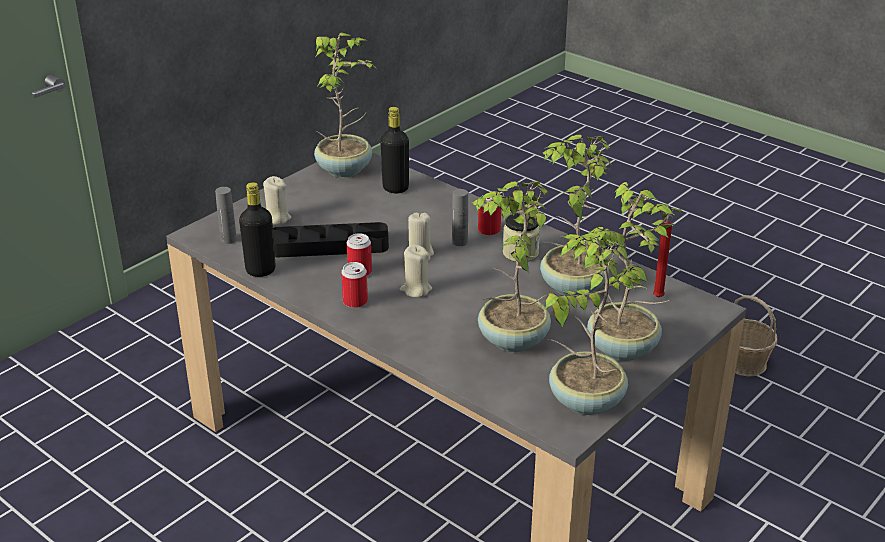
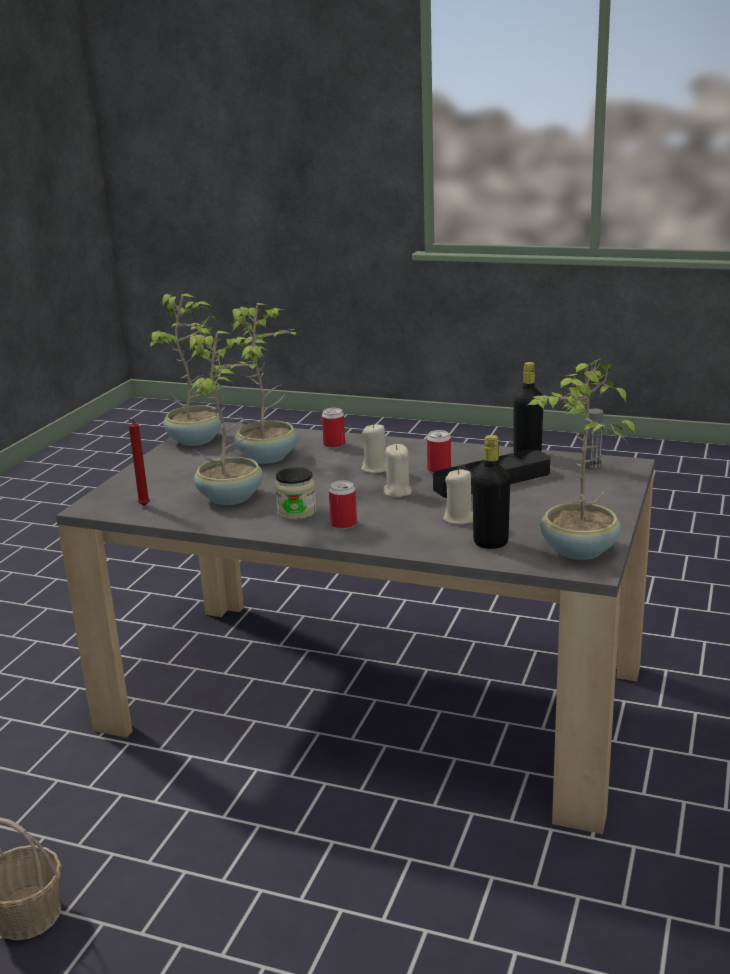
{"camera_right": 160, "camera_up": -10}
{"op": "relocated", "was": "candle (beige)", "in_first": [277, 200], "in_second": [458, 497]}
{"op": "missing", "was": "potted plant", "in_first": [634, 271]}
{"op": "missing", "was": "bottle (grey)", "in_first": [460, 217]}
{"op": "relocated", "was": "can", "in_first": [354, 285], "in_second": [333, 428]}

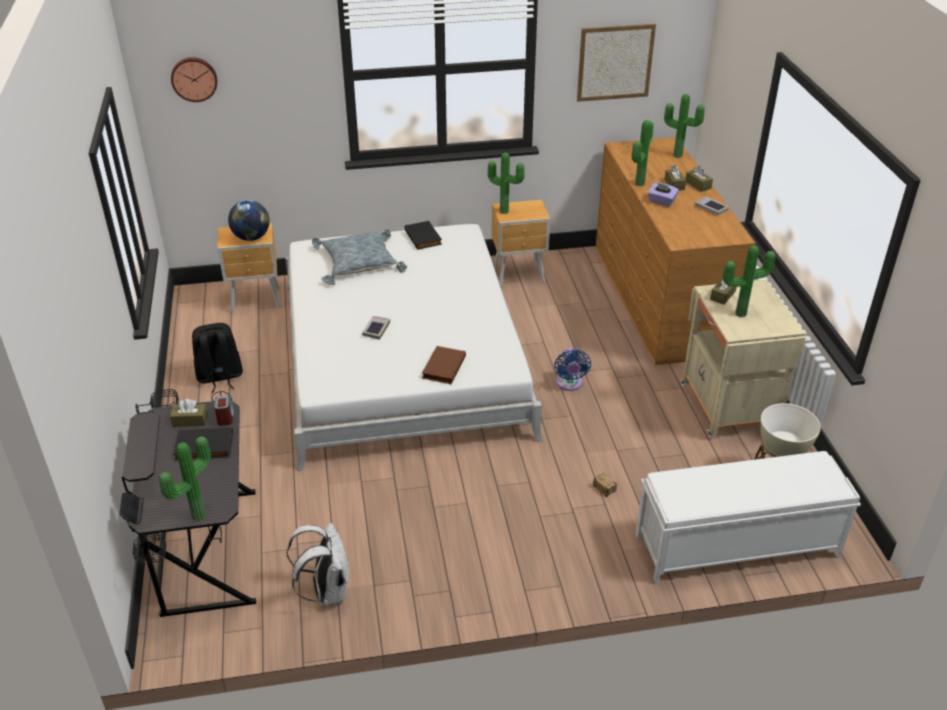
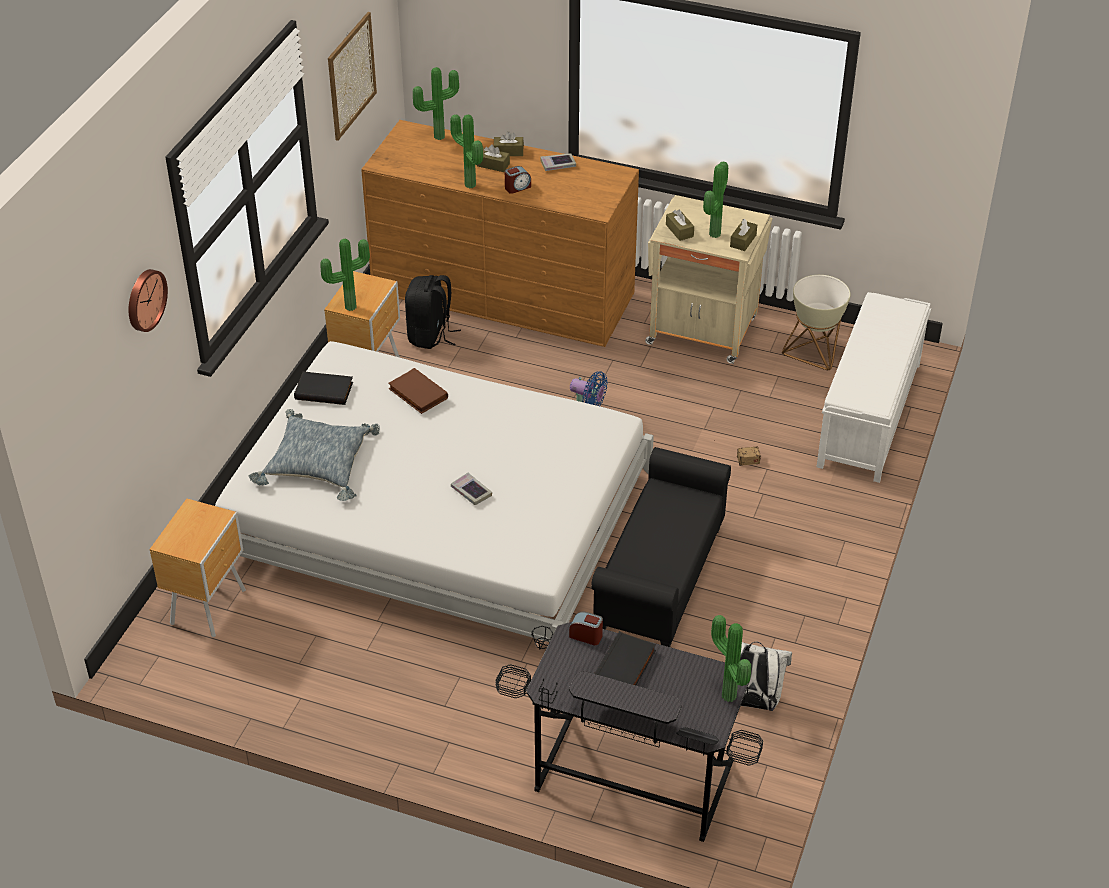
{"camera_right": -60, "camera_up": 5}
{"op": "relocated", "was": "wall clock", "in_first": [194, 79], "in_second": [148, 300]}
{"op": "exchanged", "was": "tissue box (purple)", "now": "alarm clock", "in_first": [663, 195], "in_second": [518, 180]}
{"op": "missing", "was": "globe", "in_first": [249, 220]}
{"op": "relocated", "was": "backpack (black)", "in_first": [217, 358], "in_second": [433, 312]}
{"op": "relocated", "was": "book (brown)", "in_first": [444, 365], "in_second": [418, 391]}
{"op": "relocated", "was": "tissue box (brown)", "in_first": [189, 413], "in_second": [743, 235]}
{"op": "appeared", "now": "ottoman (black)", "in_second": [661, 547]}

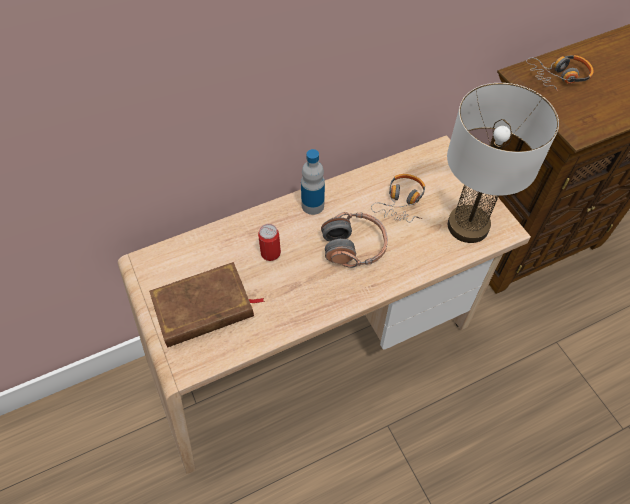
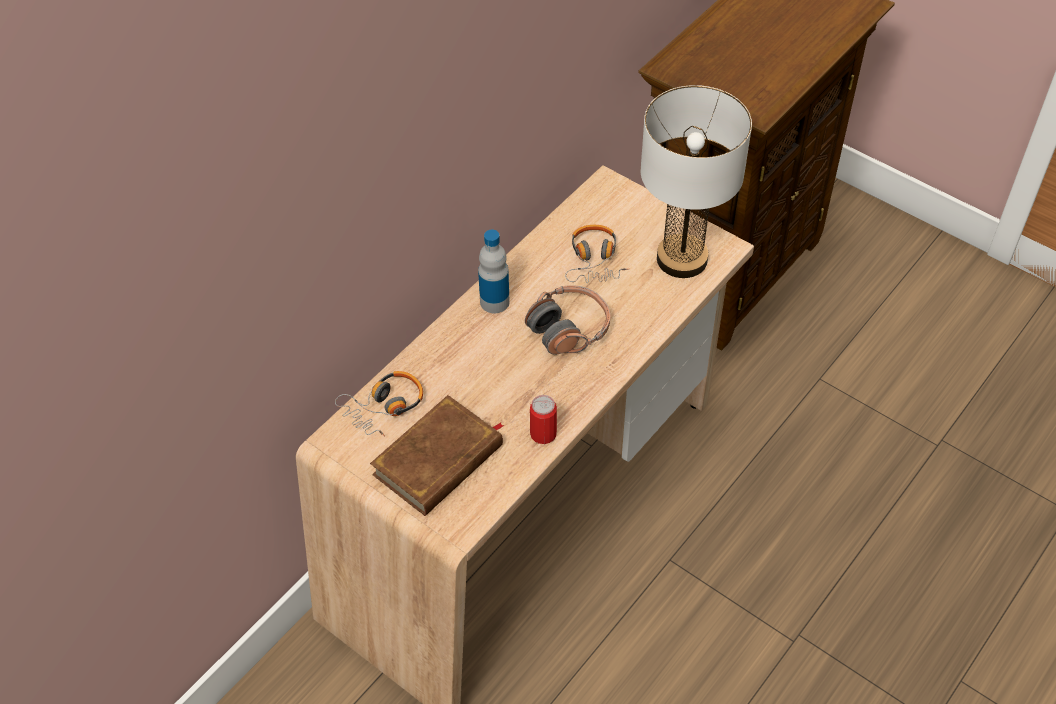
{"camera_right": -25, "camera_up": -5}
{"op": "relocated", "was": "headphones", "in_first": [560, 73], "in_second": [379, 404]}
{"op": "relocated", "was": "can", "in_first": [269, 242], "in_second": [543, 419]}

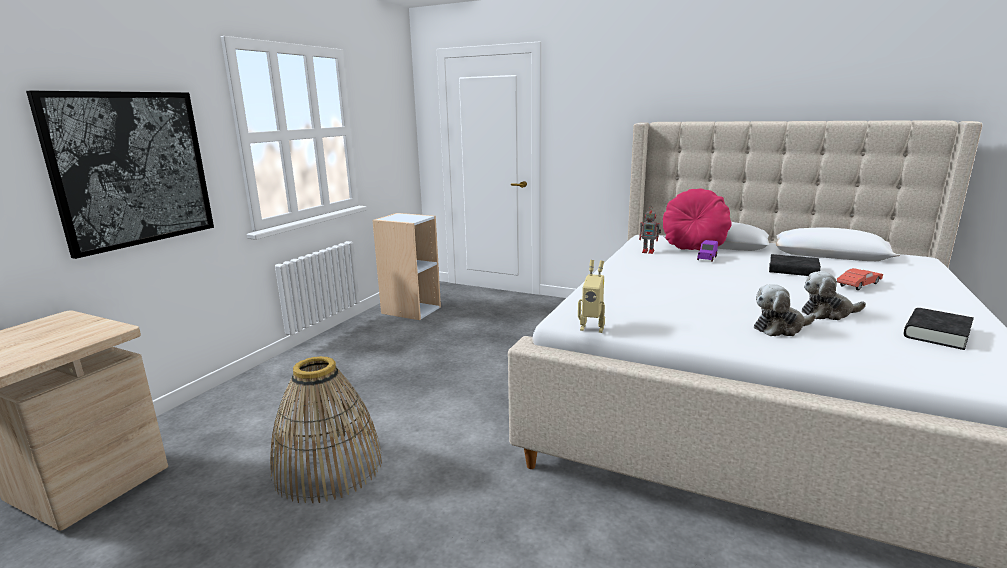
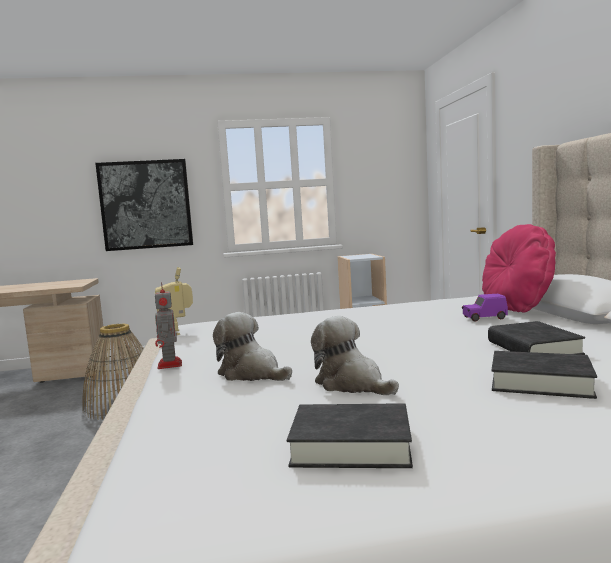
{"camera_right": 55, "camera_up": -10}
{"op": "relocated", "was": "toy robot", "in_first": [650, 231], "in_second": [168, 325]}
{"op": "exchanged", "was": "toy car (red)", "now": "book (black)", "in_first": [860, 279], "in_second": [544, 375]}

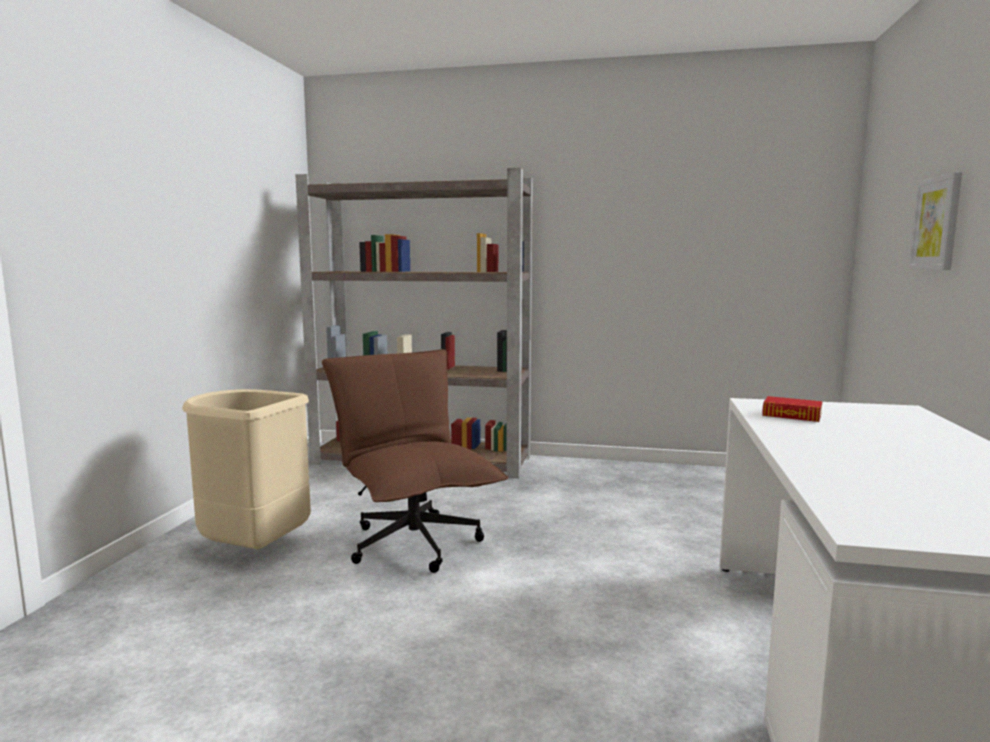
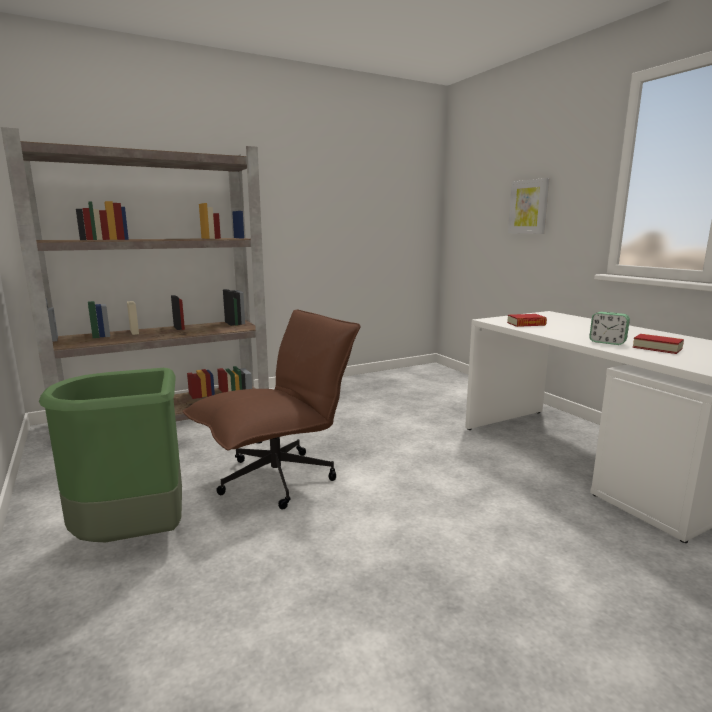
{"camera_right": -40, "camera_up": 5}
{"op": "spun", "was": "office chair (brown)", "in_first": [415, 461], "in_second": [272, 410], "clockwise": 120}
{"op": "colour", "was": "trash can (beige)", "now": "trash can (green)", "in_first": [246, 469], "in_second": [110, 455]}
{"op": "appeared", "now": "alarm clock", "in_second": [609, 328]}
{"op": "appeared", "now": "book", "in_second": [658, 344]}

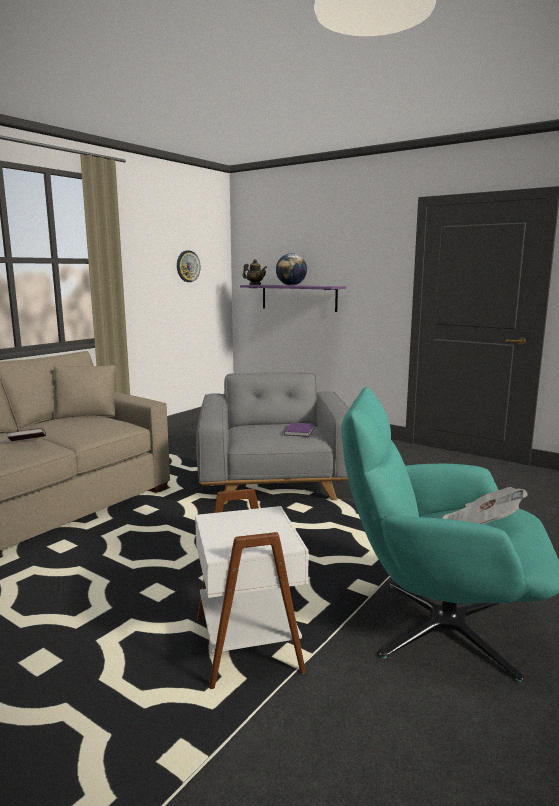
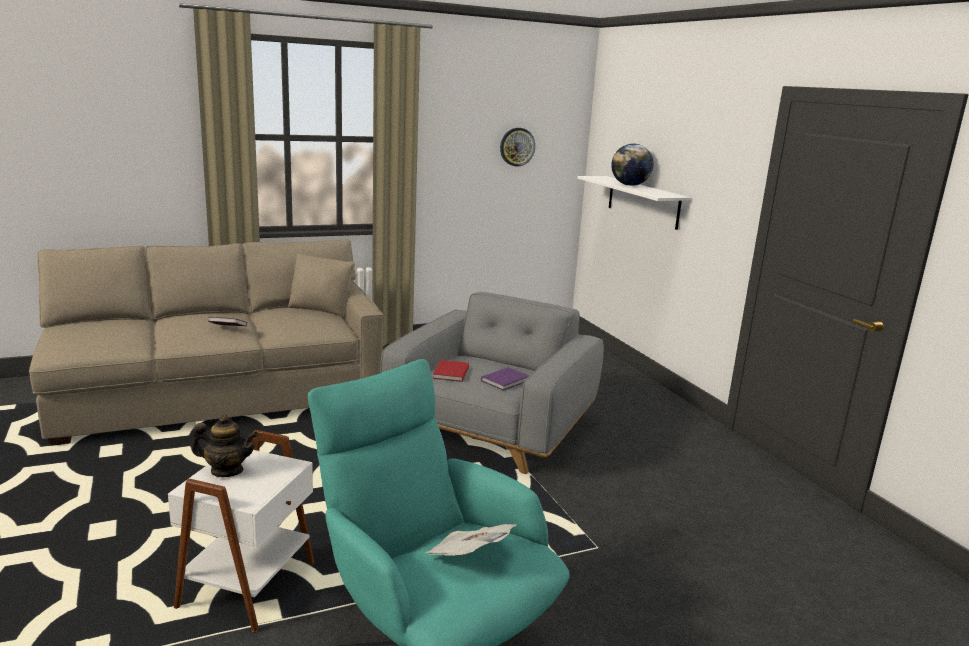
{"camera_right": 30, "camera_up": 5}
{"op": "relocated", "was": "teapot", "in_first": [254, 272], "in_second": [224, 446]}
{"op": "colour", "was": "shelf (purple)", "now": "shelf (white)", "in_first": [293, 298], "in_second": [633, 203]}
{"op": "appeared", "now": "book (red)", "in_second": [451, 371]}

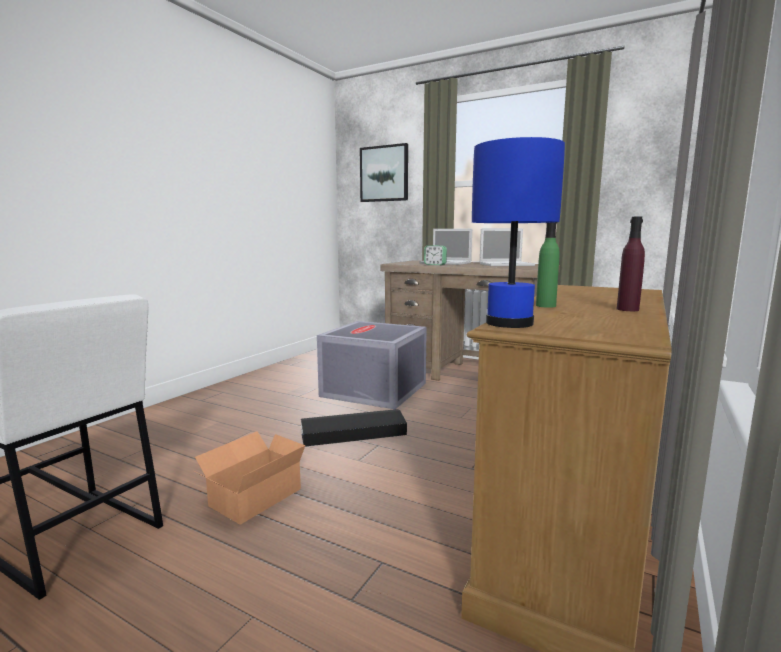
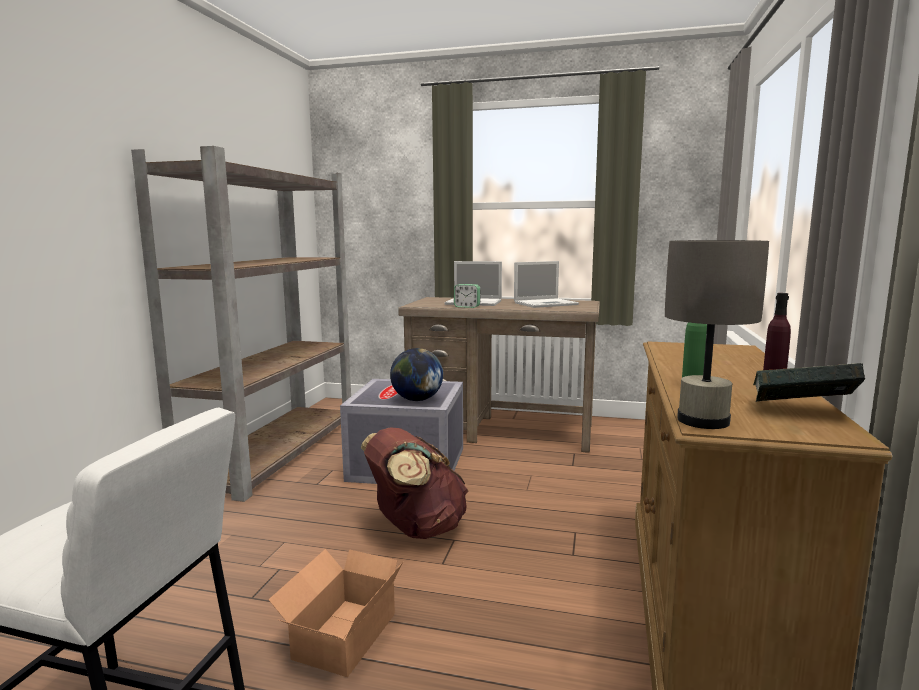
{"camera_right": -15, "camera_up": 0}
{"op": "colour", "was": "table lamp (blue)", "now": "table lamp (grey)", "in_first": [518, 232], "in_second": [717, 334]}
{"op": "missing", "was": "picture", "in_first": [384, 172]}
{"op": "exchanged", "was": "storage box (black)", "now": "backpack (brown)", "in_first": [354, 428], "in_second": [415, 483]}
{"op": "appeared", "now": "bookcase (brown)", "in_second": [241, 324]}
{"op": "appeared", "now": "globe", "in_second": [416, 374]}
{"op": "appeared", "now": "book", "in_second": [809, 382]}

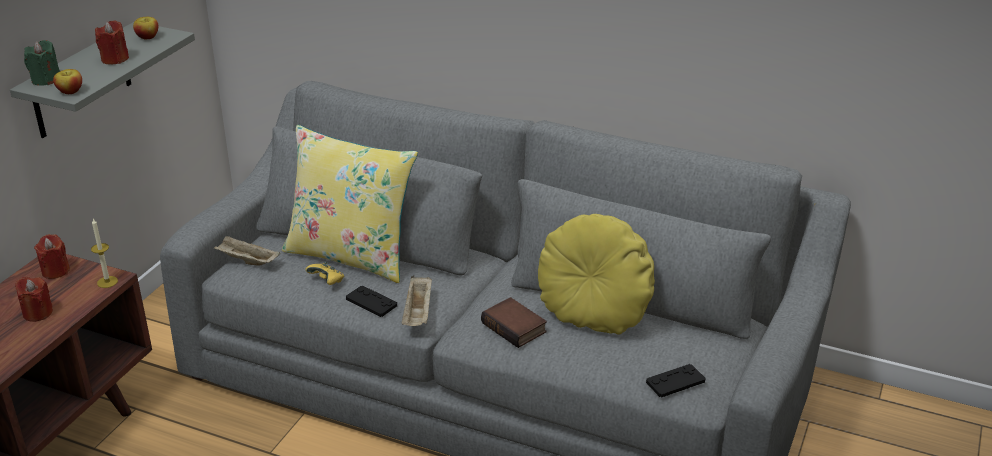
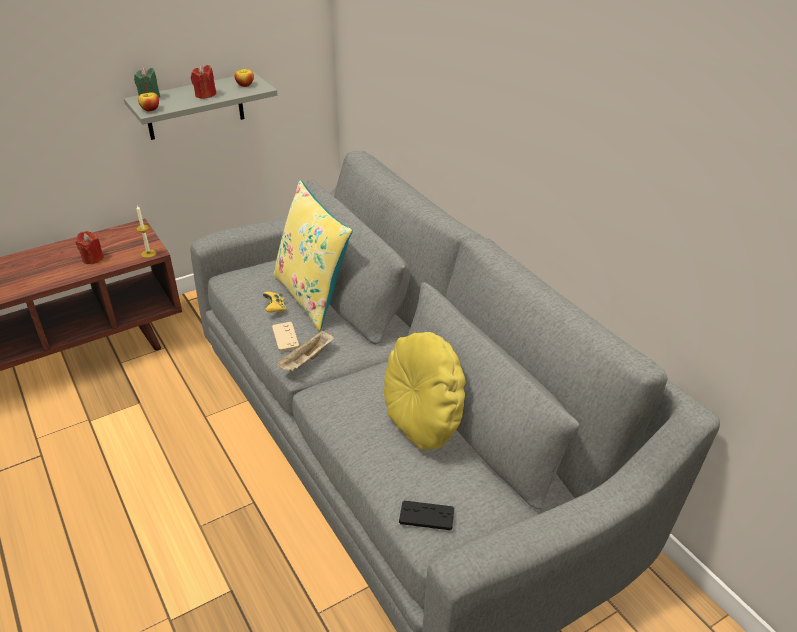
{"camera_right": 35, "camera_up": 5}
{"op": "missing", "was": "candle (red)", "in_first": [52, 256]}
{"op": "missing", "was": "tray (beige)", "in_first": [247, 251]}
{"op": "colour", "was": "game controller (black)", "now": "game controller (beige)", "in_first": [371, 301], "in_second": [285, 337]}
{"op": "missing", "was": "book", "in_first": [514, 322]}

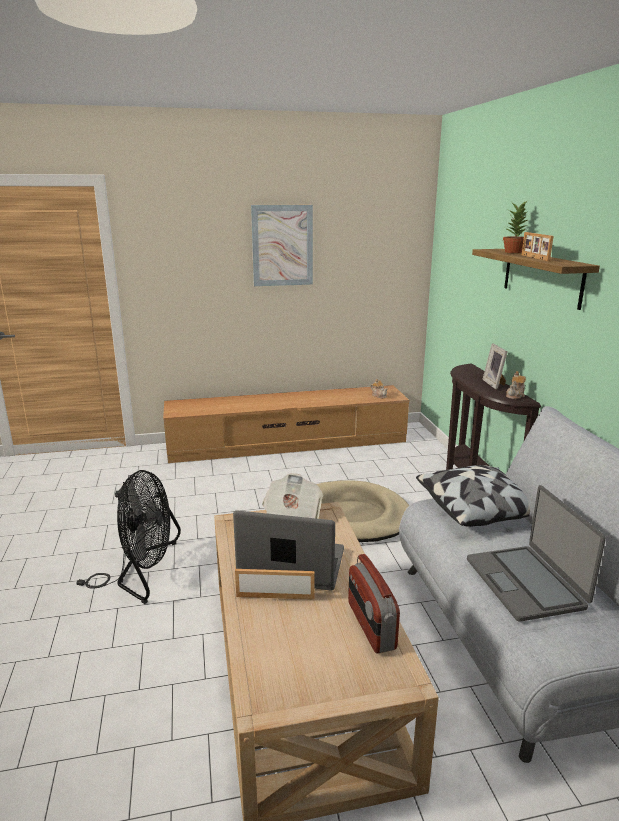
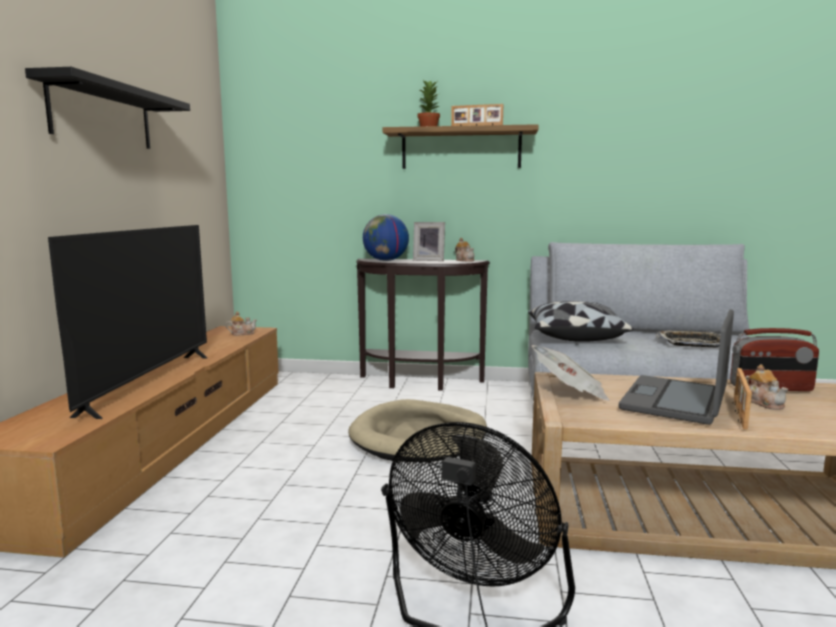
{"camera_right": -70, "camera_up": -10}
{"op": "exchanged", "was": "picture", "now": "shelf (black)", "in_first": [282, 245], "in_second": [107, 108]}
{"op": "exchanged", "was": "laptop", "now": "tray", "in_first": [536, 553], "in_second": [688, 338]}
{"op": "appeared", "now": "globe", "in_second": [386, 237]}
{"op": "appeared", "now": "television", "in_second": [127, 322]}
{"op": "appeared", "now": "teapot", "in_second": [767, 387]}

